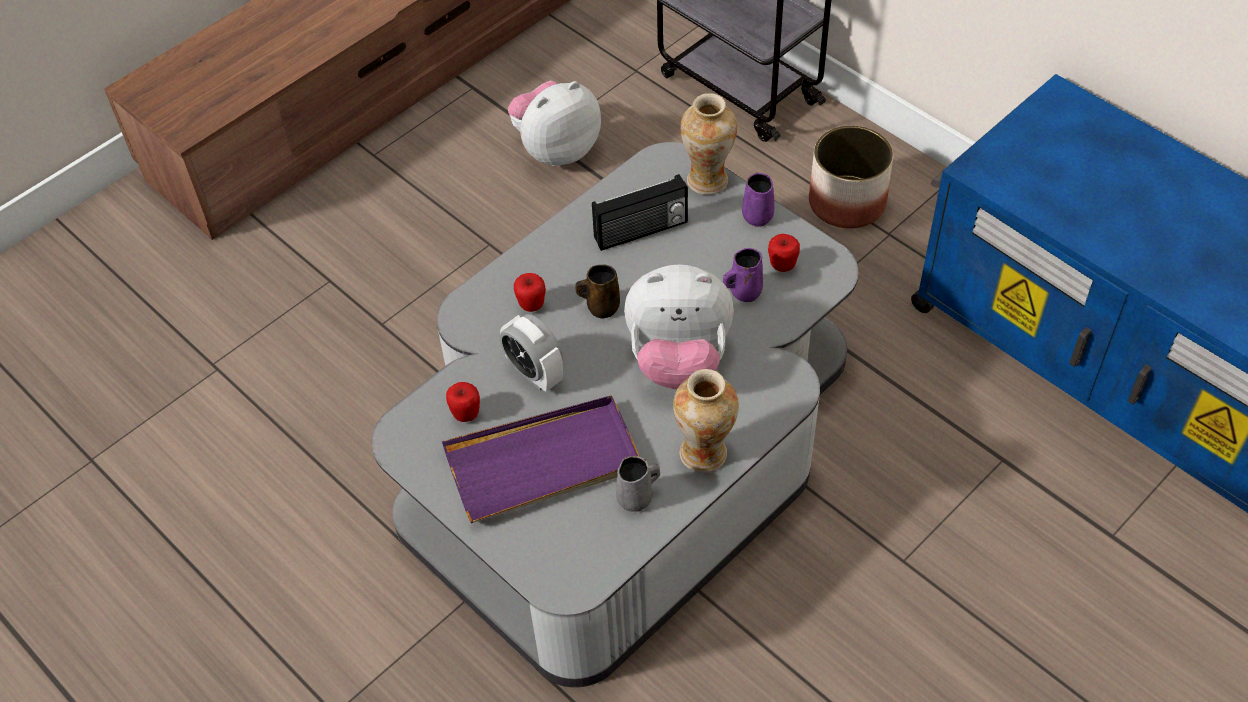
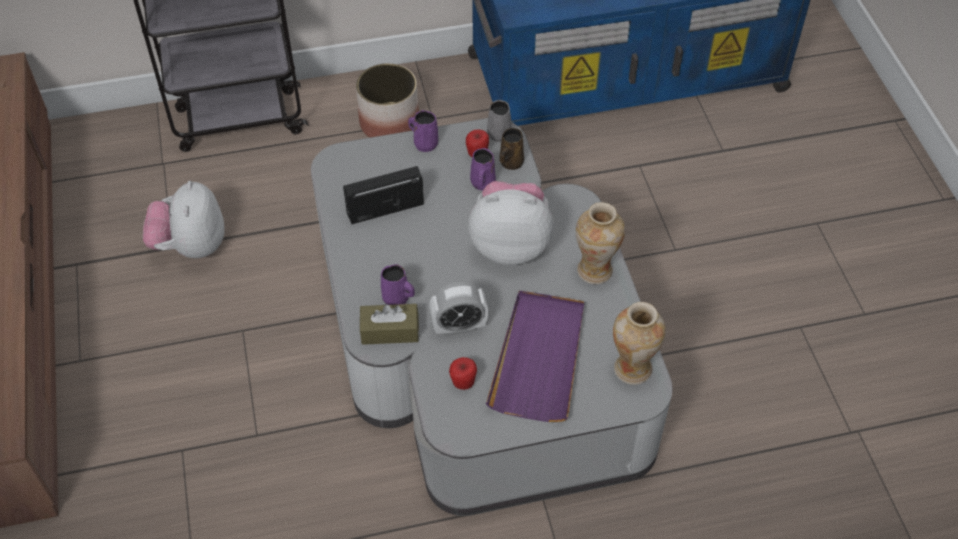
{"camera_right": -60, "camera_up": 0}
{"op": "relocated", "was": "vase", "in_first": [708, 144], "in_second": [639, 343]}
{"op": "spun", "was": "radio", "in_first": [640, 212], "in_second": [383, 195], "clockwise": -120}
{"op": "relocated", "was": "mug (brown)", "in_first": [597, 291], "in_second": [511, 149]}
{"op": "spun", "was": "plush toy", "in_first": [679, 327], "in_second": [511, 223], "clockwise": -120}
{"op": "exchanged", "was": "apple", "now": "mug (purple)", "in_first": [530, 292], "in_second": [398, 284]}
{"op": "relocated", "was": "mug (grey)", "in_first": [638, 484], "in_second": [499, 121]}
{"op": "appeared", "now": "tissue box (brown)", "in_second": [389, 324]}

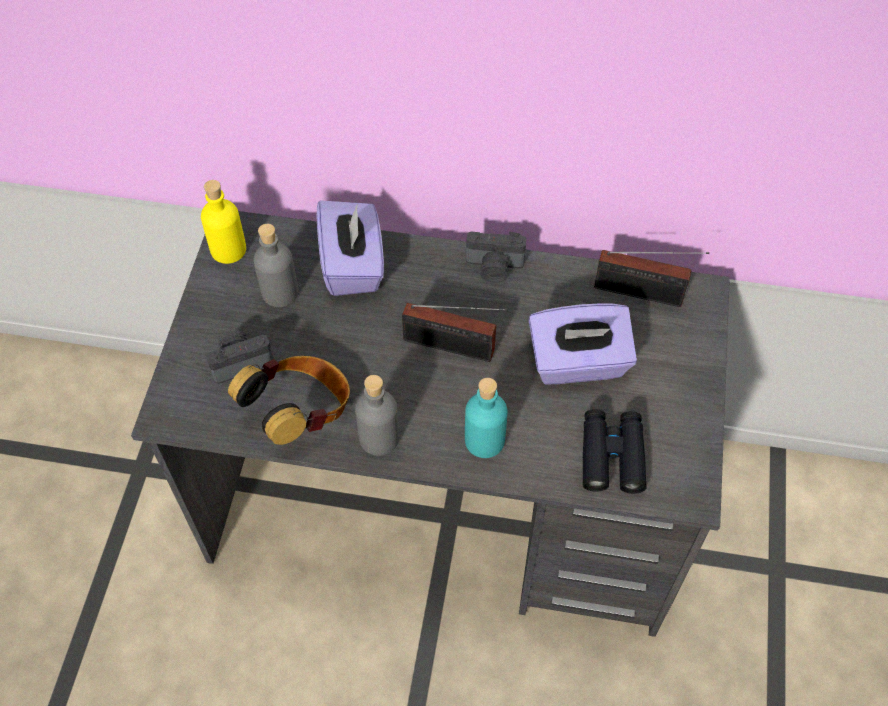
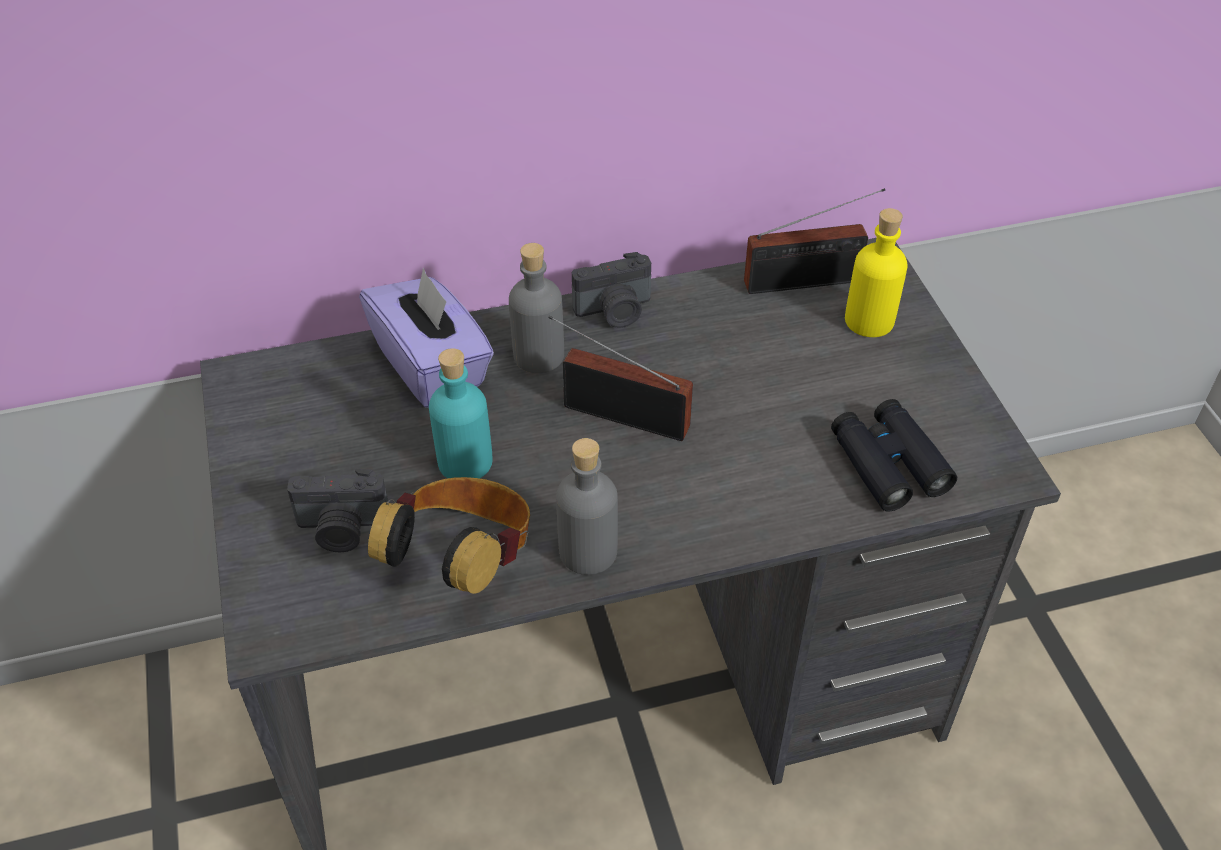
{"camera_right": -25, "camera_up": -10}
{"op": "relocated", "was": "bottle (yellow)", "in_first": [223, 222], "in_second": [876, 272]}
{"op": "relocated", "was": "bottle (grey)", "in_first": [276, 265], "in_second": [536, 308]}
{"op": "spun", "was": "radio", "in_first": [455, 332], "in_second": [620, 378], "clockwise": -150}
{"op": "missing", "was": "tissue box (purple)", "in_first": [583, 343]}
{"op": "spun", "was": "photo camera", "in_first": [239, 357], "in_second": [337, 510], "clockwise": -135}
{"op": "relocated", "was": "bottle (turquoise)", "in_first": [486, 418], "in_second": [461, 413]}

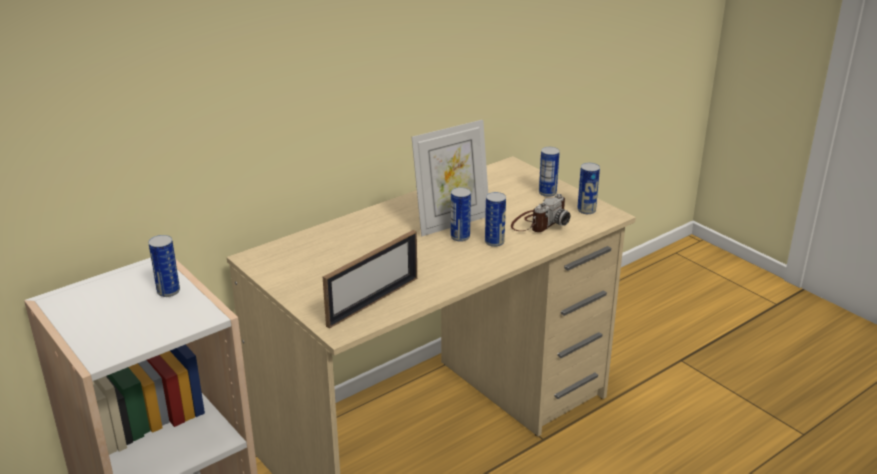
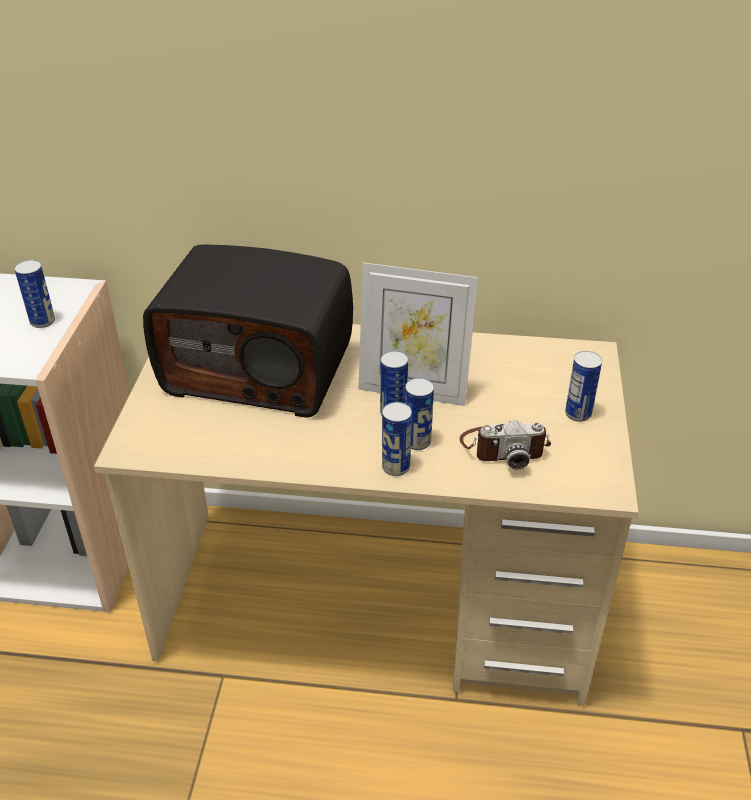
{"camera_right": 45, "camera_up": 10}
{"op": "relocated", "was": "can", "in_first": [588, 188], "in_second": [397, 439]}
{"op": "missing", "was": "picture frame", "in_first": [370, 279]}
{"op": "appeared", "now": "radio", "in_second": [248, 331]}

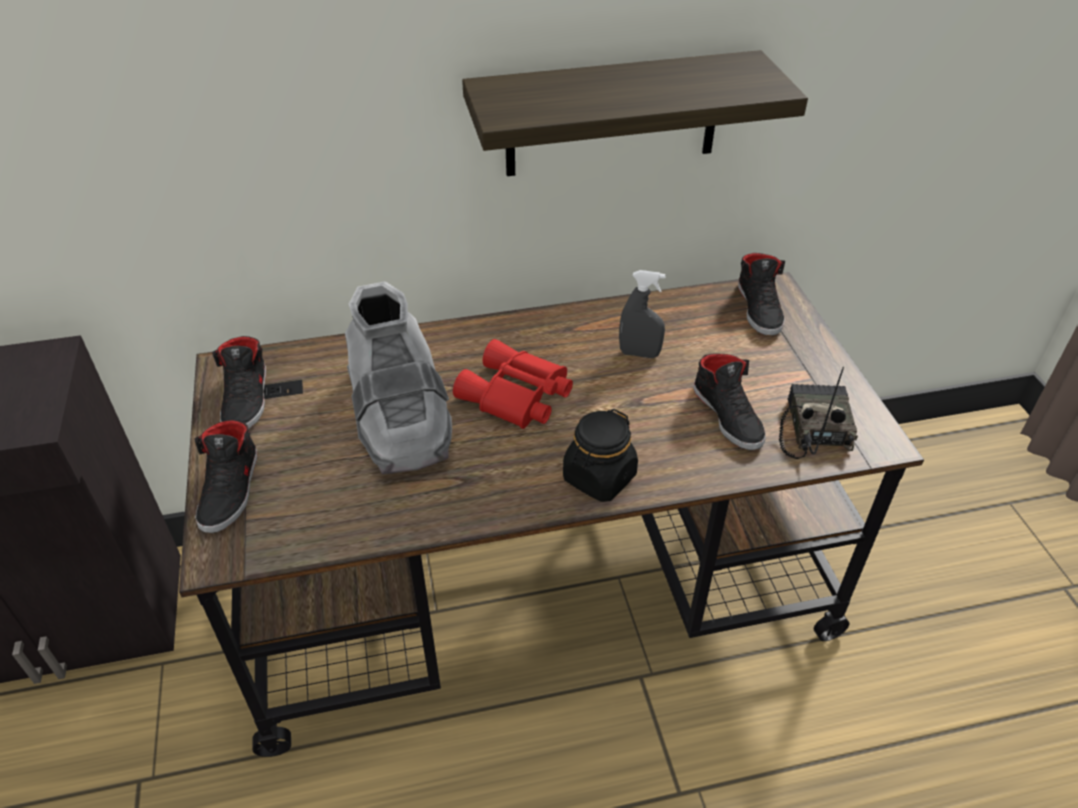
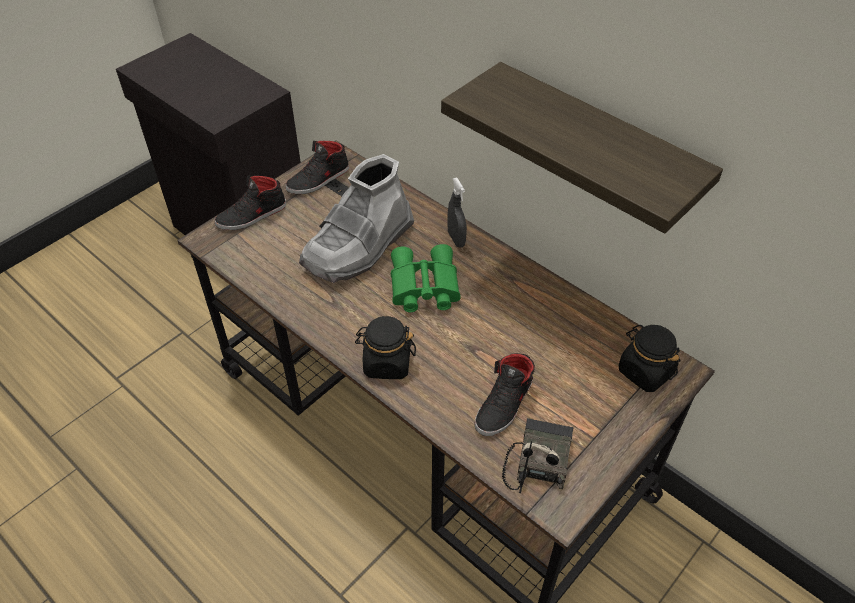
{"camera_right": 55, "camera_up": 5}
{"op": "exchanged", "was": "shoe (black)", "now": "jar (black)", "in_first": [761, 294], "in_second": [649, 358]}
{"op": "relocated", "was": "spray bottle (grey)", "in_first": [642, 314], "in_second": [457, 212]}
{"op": "colour", "was": "binoculars (red)", "now": "binoculars (green)", "in_first": [513, 384], "in_second": [426, 278]}
{"op": "spun", "was": "radio", "in_first": [818, 413], "in_second": [537, 455], "clockwise": -45}

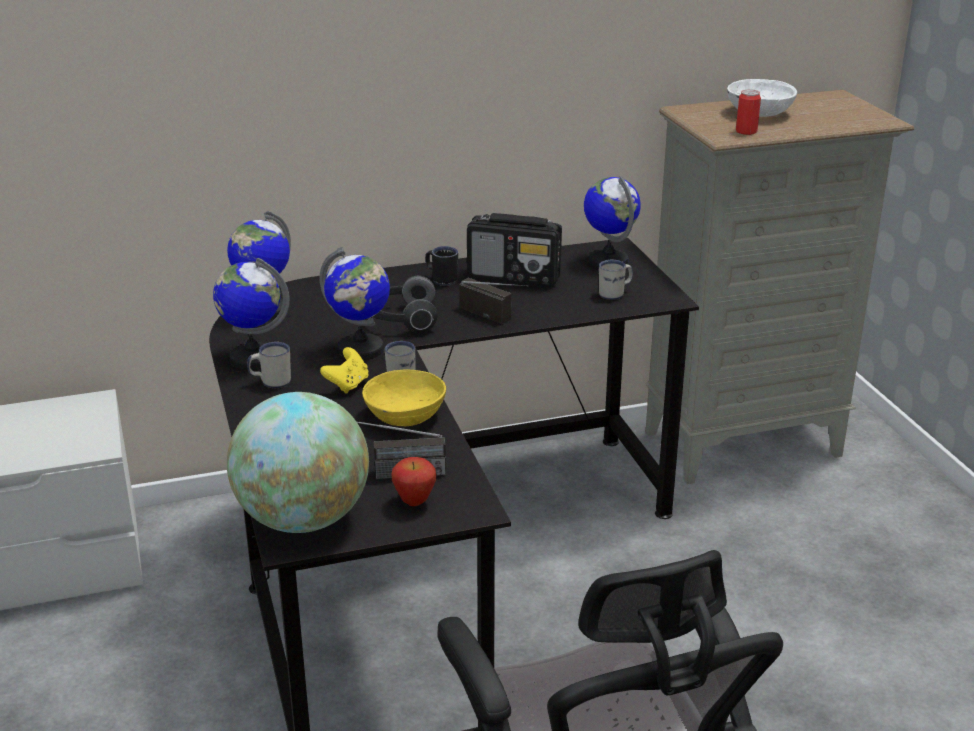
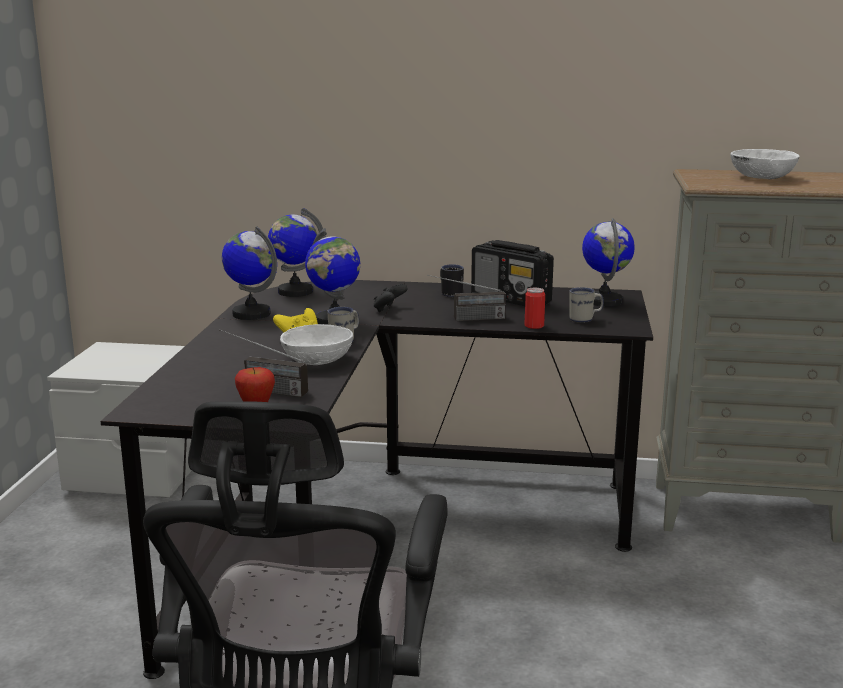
{"camera_right": 25, "camera_up": -10}
{"op": "relocated", "was": "can", "in_first": [748, 112], "in_second": [535, 308]}
{"op": "exchanged", "was": "headphones", "now": "game controller (black)", "in_first": [405, 304], "in_second": [390, 298]}
{"op": "spun", "was": "radio", "in_first": [493, 301], "in_second": [466, 298], "clockwise": 105}
{"op": "missing", "was": "mug (white)", "in_first": [269, 365]}
{"op": "colour", "was": "bowl (yellow)", "now": "bowl (white)", "in_first": [404, 397], "in_second": [316, 344]}
{"op": "missing", "was": "globe", "in_first": [298, 462]}

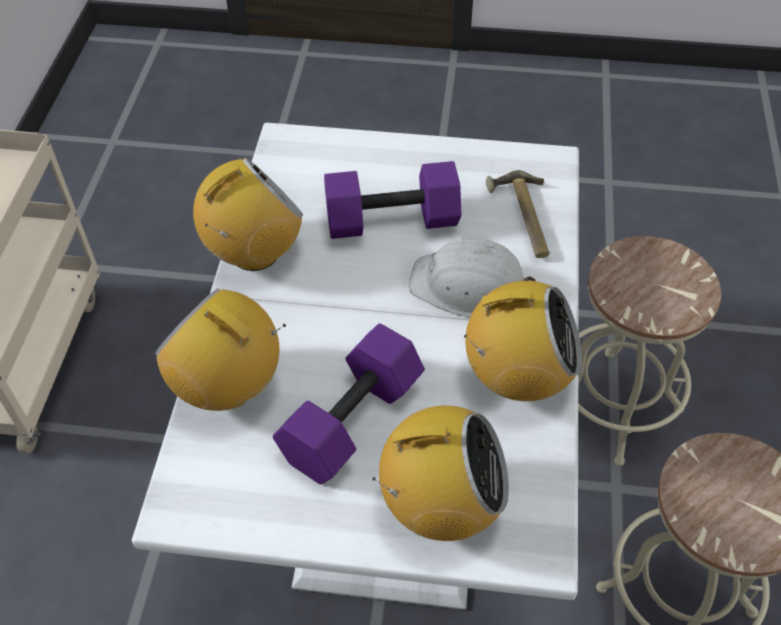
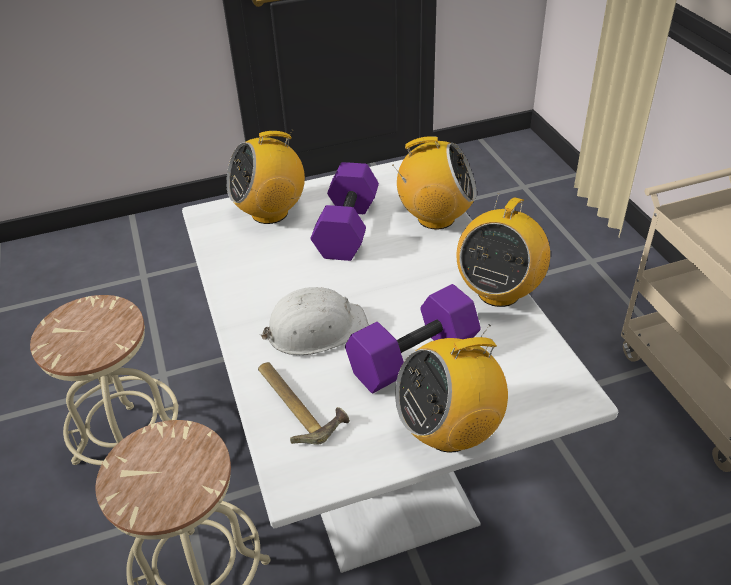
{"camera_right": 155, "camera_up": -10}
{"op": "relocated", "was": "radio", "in_first": [523, 341], "in_second": [451, 388]}

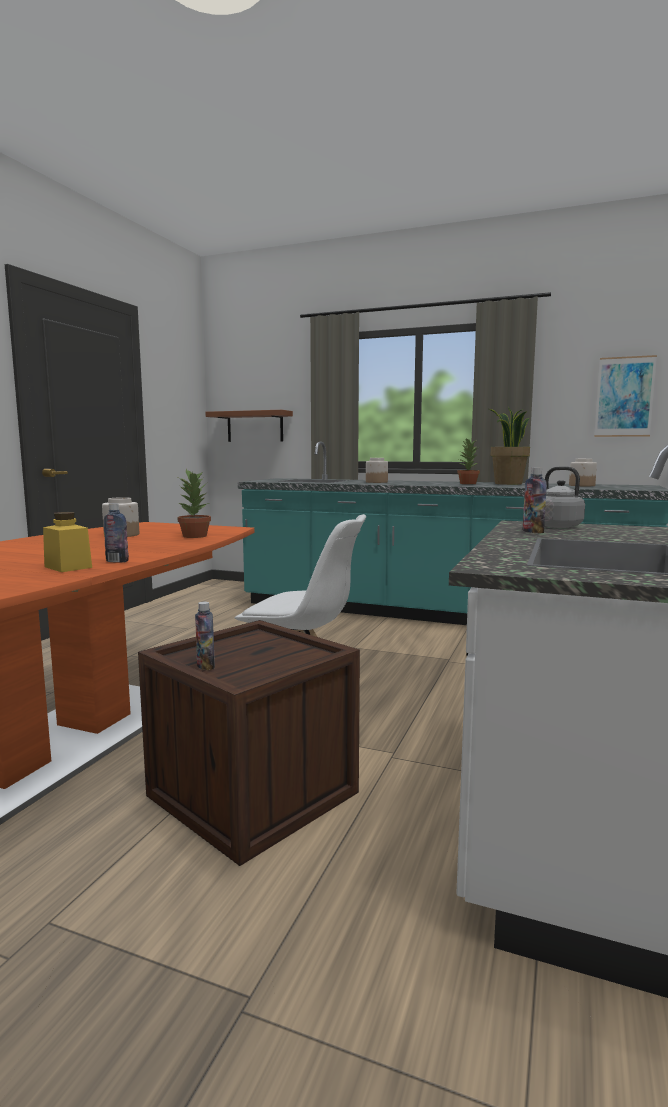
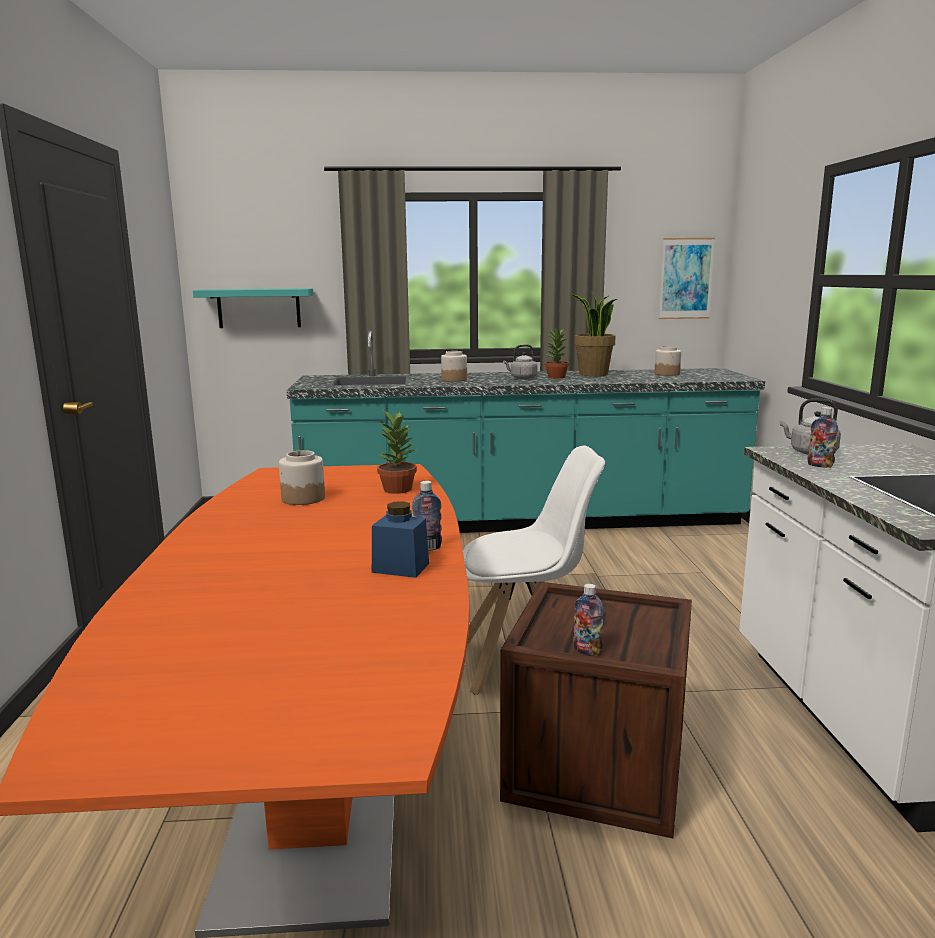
{"camera_right": -25, "camera_up": 5}
{"op": "colour", "was": "shelf (brown)", "now": "shelf (turquoise)", "in_first": [249, 426], "in_second": [253, 308]}
{"op": "colour", "was": "jar (yellow)", "now": "jar (blue)", "in_first": [67, 542], "in_second": [400, 539]}
{"op": "appeared", "now": "kettle (grey)", "in_second": [520, 361]}

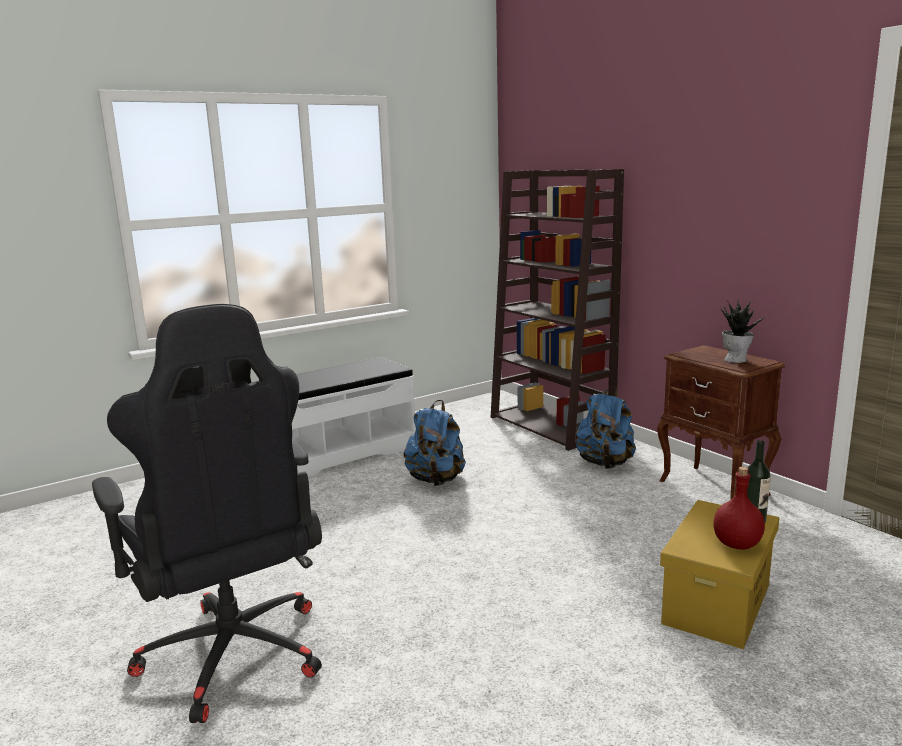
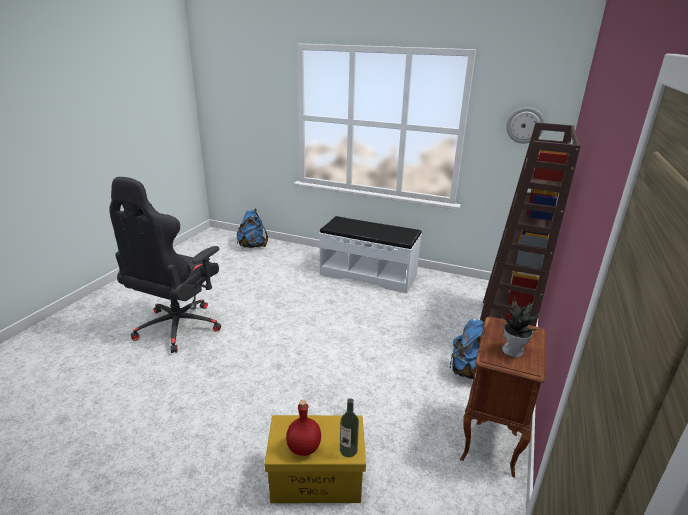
{"camera_right": 55, "camera_up": 10}
{"op": "relocated", "was": "backpack (blue)", "in_first": [435, 443], "in_second": [252, 228]}
{"op": "appeared", "now": "wall clock", "in_second": [525, 125]}

